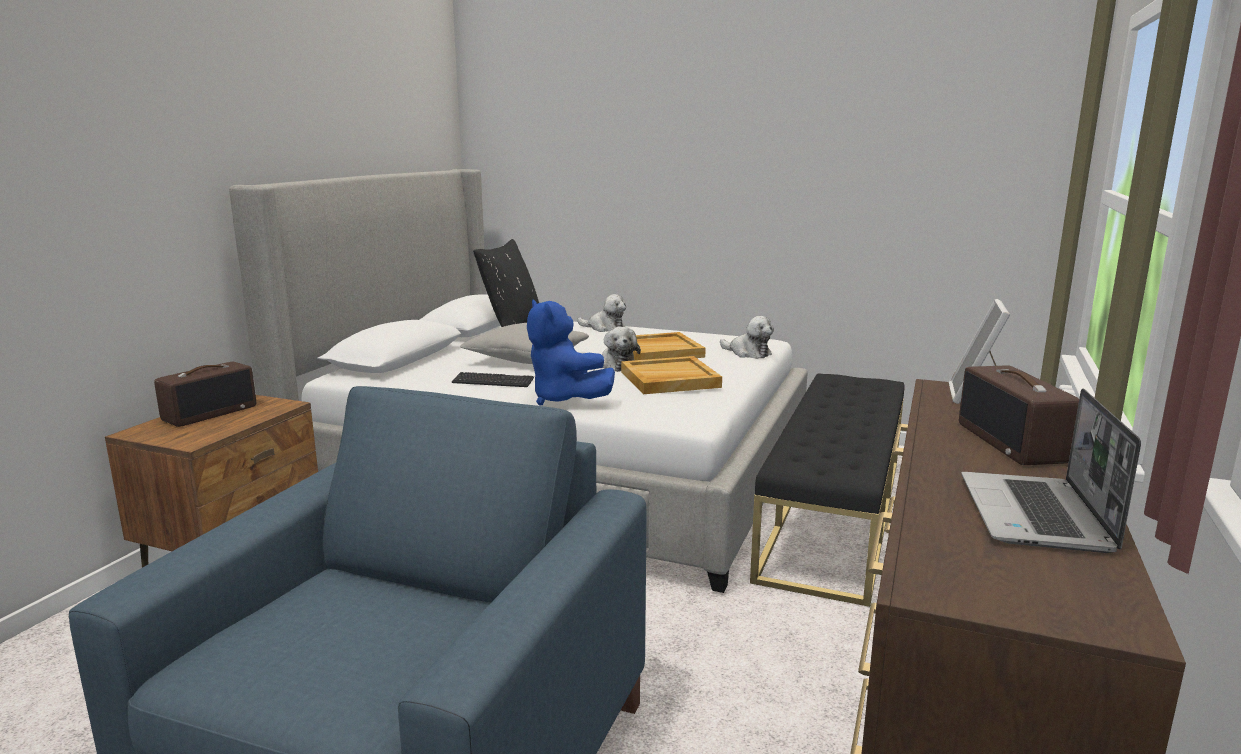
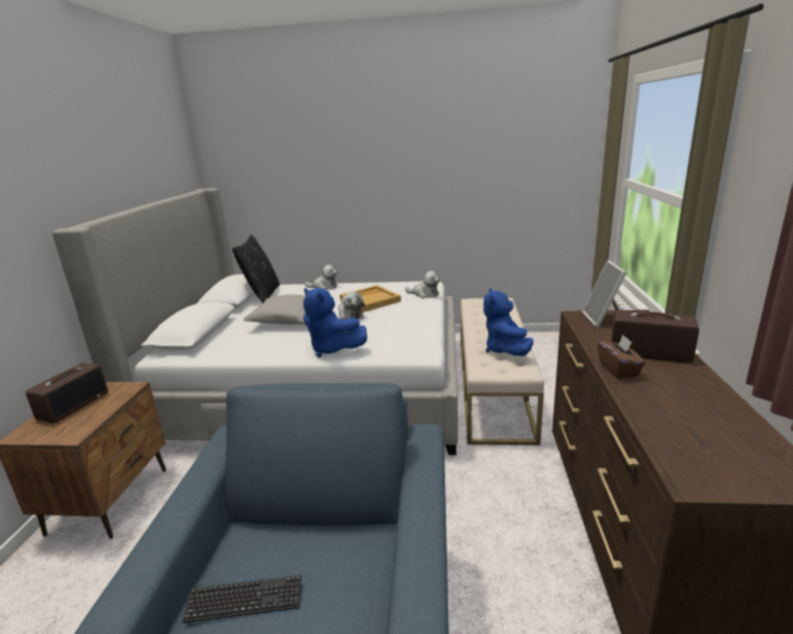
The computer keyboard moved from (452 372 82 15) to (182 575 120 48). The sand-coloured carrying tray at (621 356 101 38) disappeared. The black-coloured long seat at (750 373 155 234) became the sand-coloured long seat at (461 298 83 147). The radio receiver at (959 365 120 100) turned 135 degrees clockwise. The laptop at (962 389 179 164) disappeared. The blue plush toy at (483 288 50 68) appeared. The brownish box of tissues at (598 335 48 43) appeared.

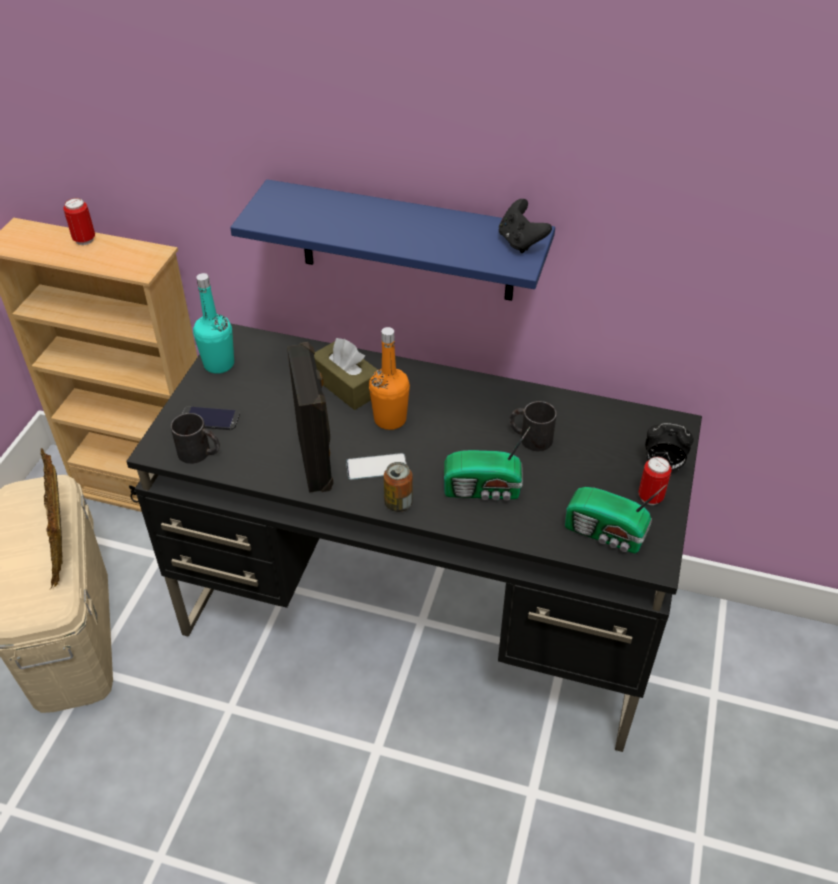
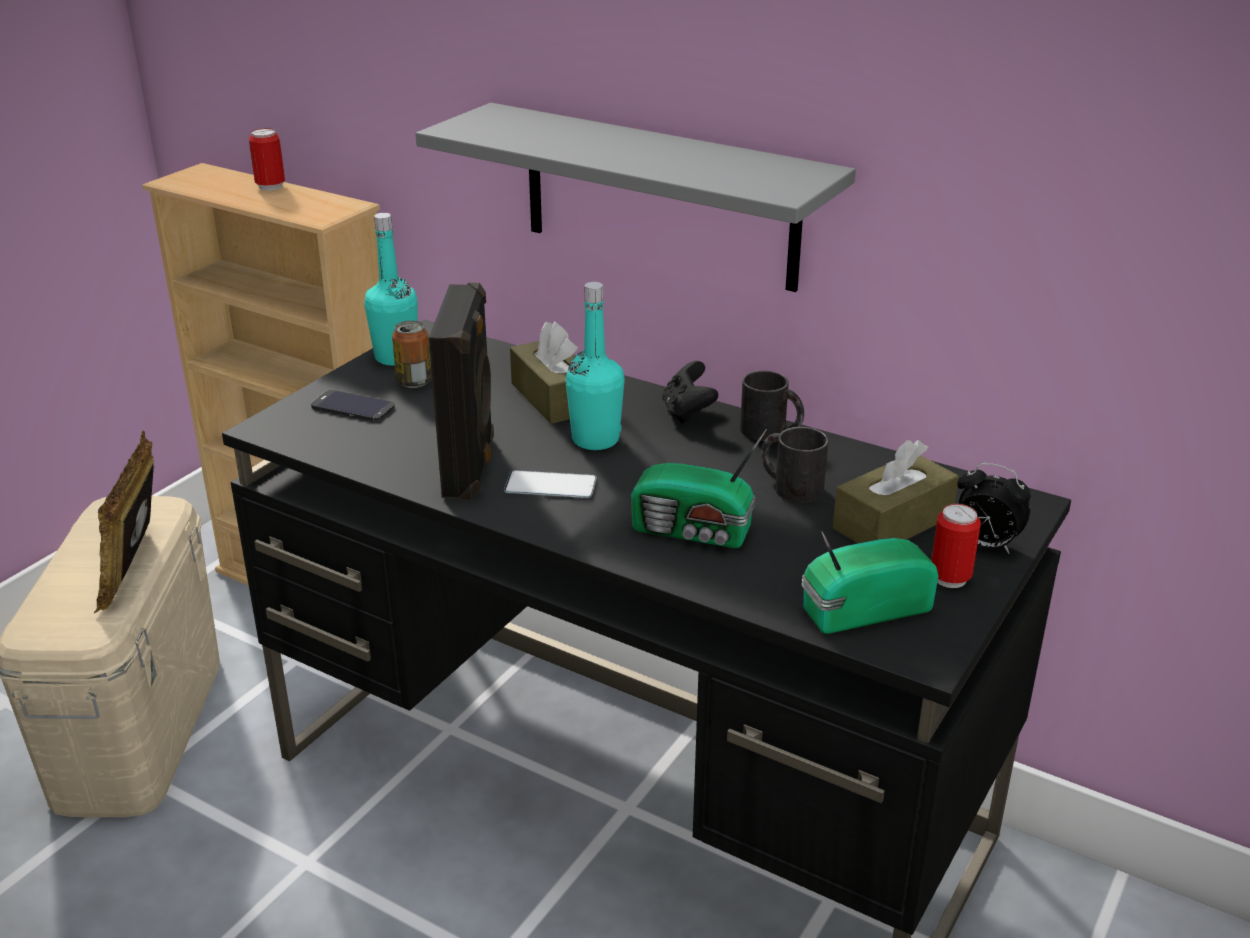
The black-coloured tea mug moved from (171 413 49 51) to (740 371 64 70). The blue shelf at (230 179 325 122) became the gray shelf at (416 103 440 189). The orange beverage bottle at (369 327 41 103) became the blue-green beverage bottle at (565 282 60 168). The metal can moved from (384 462 29 50) to (392 321 39 67). The black-coloured game controller moved from (499 199 53 54) to (662 361 56 63). The radio receiver at (565 484 102 69) turned 120 degrees clockwise. The brownish box of tissues at (833 440 126 103) appeared.

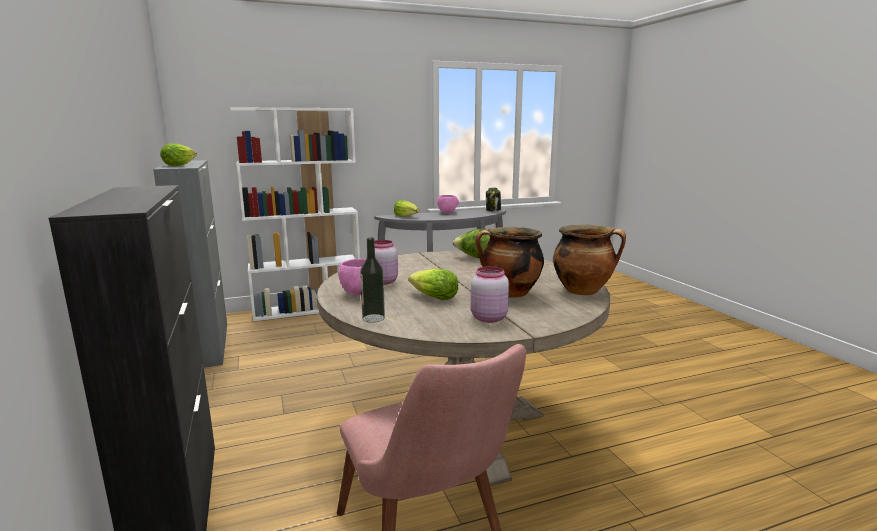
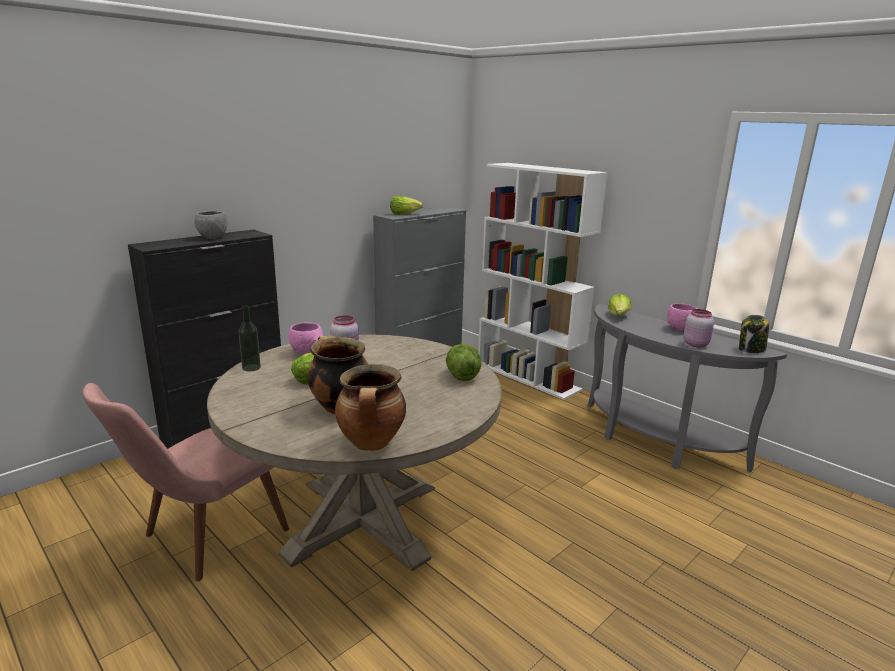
The pink-coloured preserve jar moved from (470 266 39 57) to (683 309 31 38). The gray deep dish at (195 211 33 28) appeared.

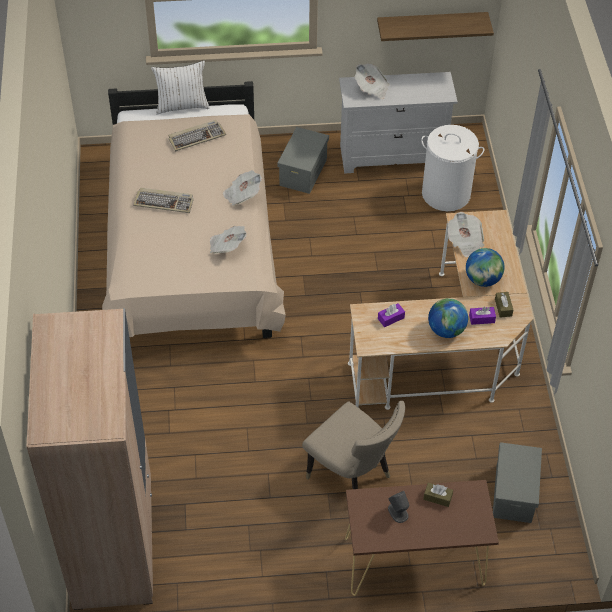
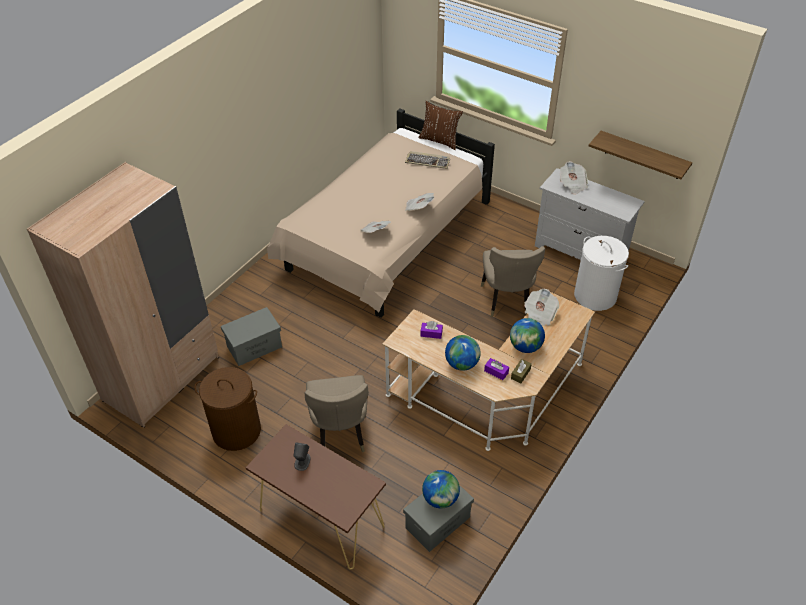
The computer keyboard at (133 188 61 25) disappeared. The white-coloured pillow at (151 61 59 53) became the brownish pillow at (419 101 44 49). The gray storage container moved from (277 127 52 67) to (221 307 61 59). The brownish box of tissues at (423 483 30 24) disappeared. The brownish laundry basket at (195 367 66 84) appeared. The globe at (422 470 38 39) appeared. The sand-coloured upright chair at (481 246 64 72) appeared.

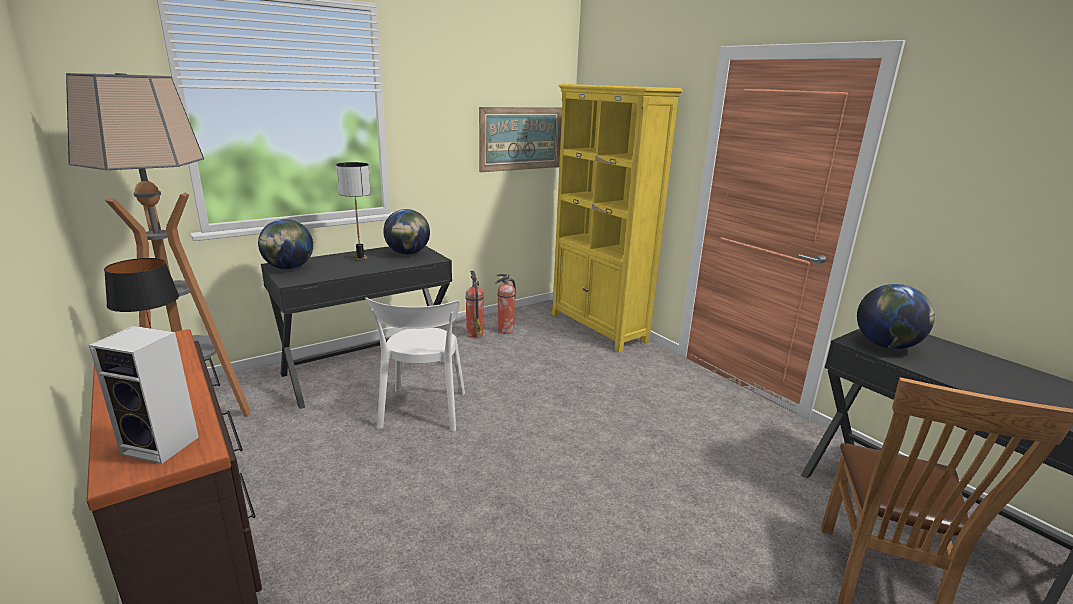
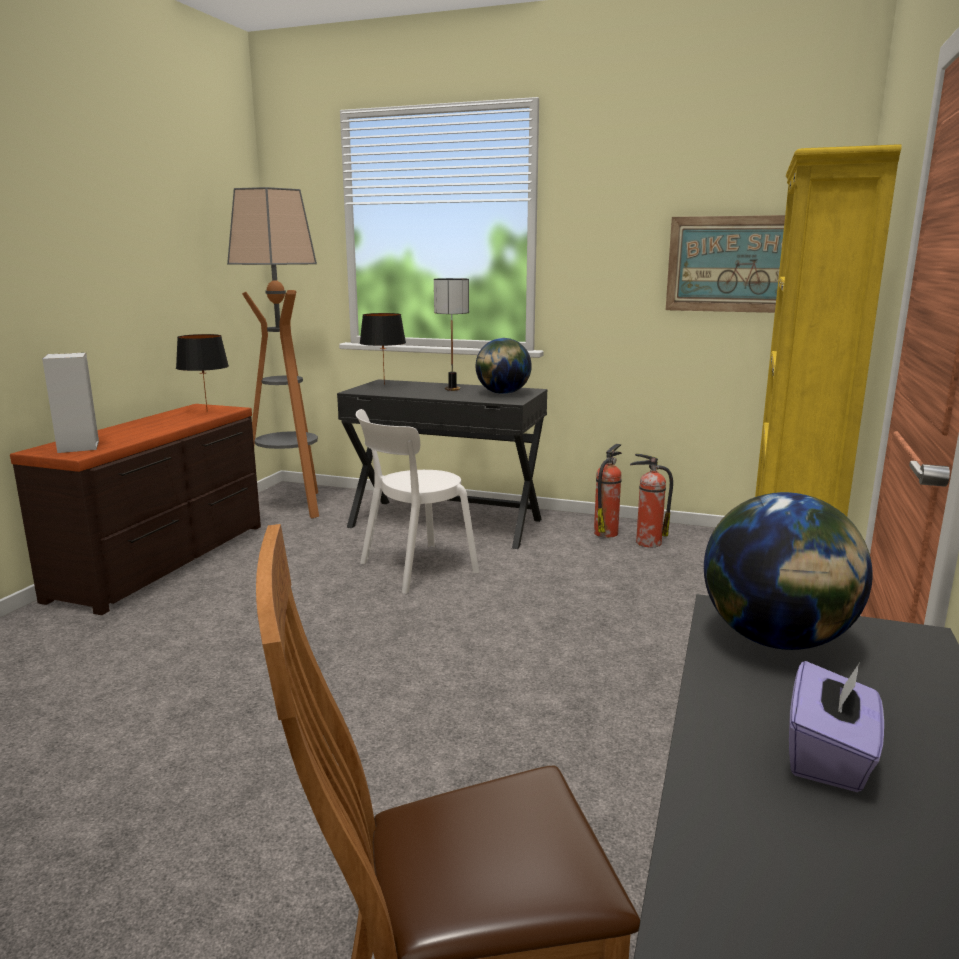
The globe at (258 219 55 50) was replaced by the black-coloured table lamp at (360 313 46 72). The purple-coloured box of tissues at (789 661 95 131) appeared.

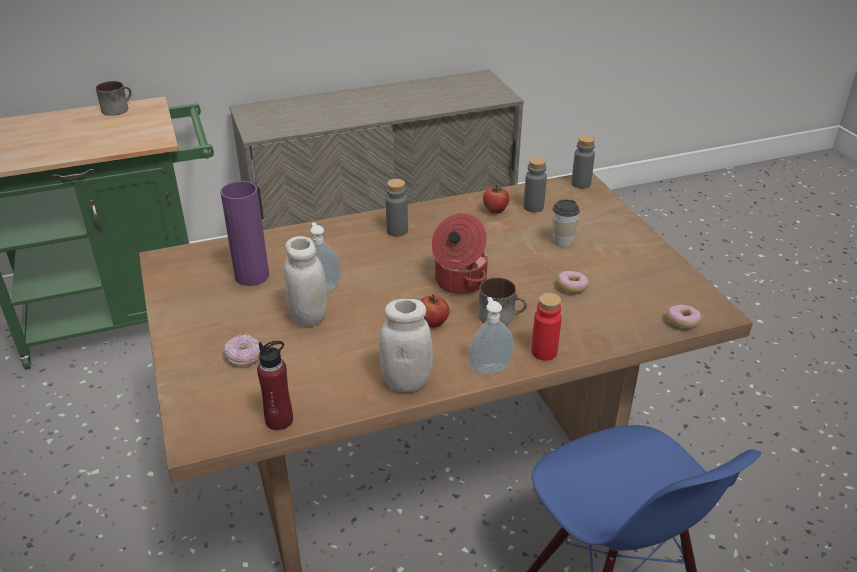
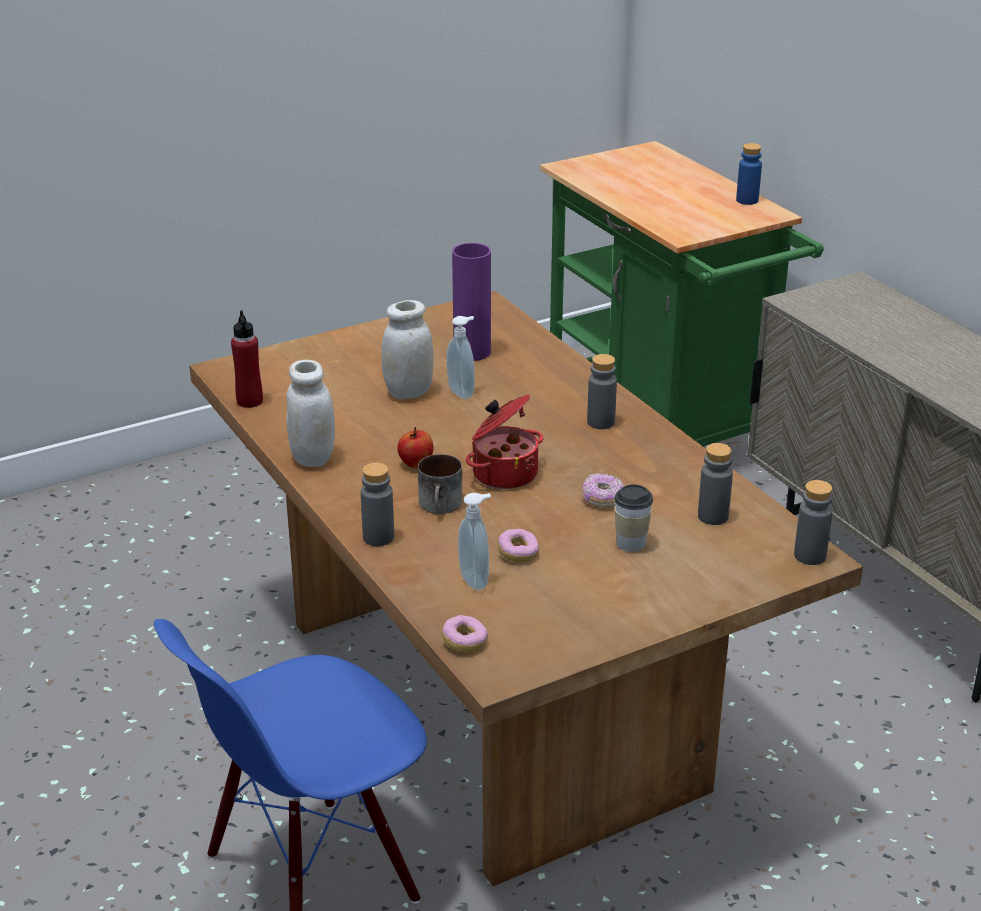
The tea mug at (96 81 36 35) was replaced by the blue beverage bottle at (736 143 26 62). The doughnut moved from (224 334 36 32) to (582 473 42 34). The soap bottle moved from (469 297 45 78) to (458 493 33 97). The apple fruit at (483 185 26 29) disappeared. The red-coloured beverage bottle at (531 293 31 68) became the gray beverage bottle at (361 463 33 83).

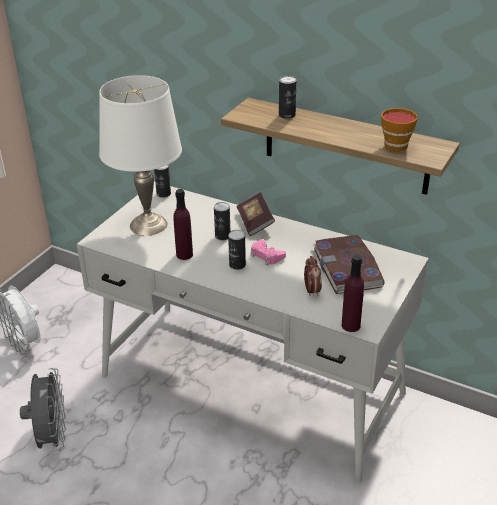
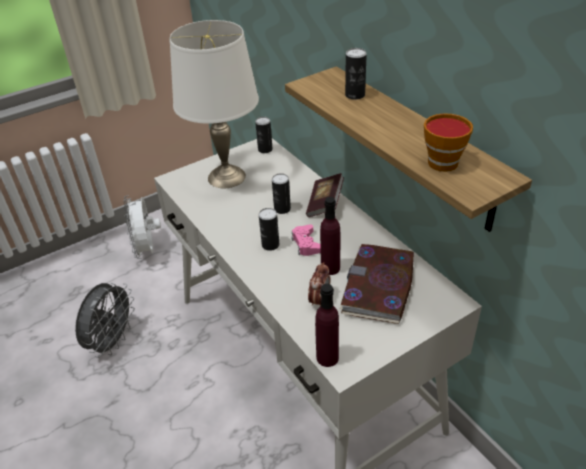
The purple-coloured beverage bottle moved from (173 189 20 71) to (320 197 20 78).

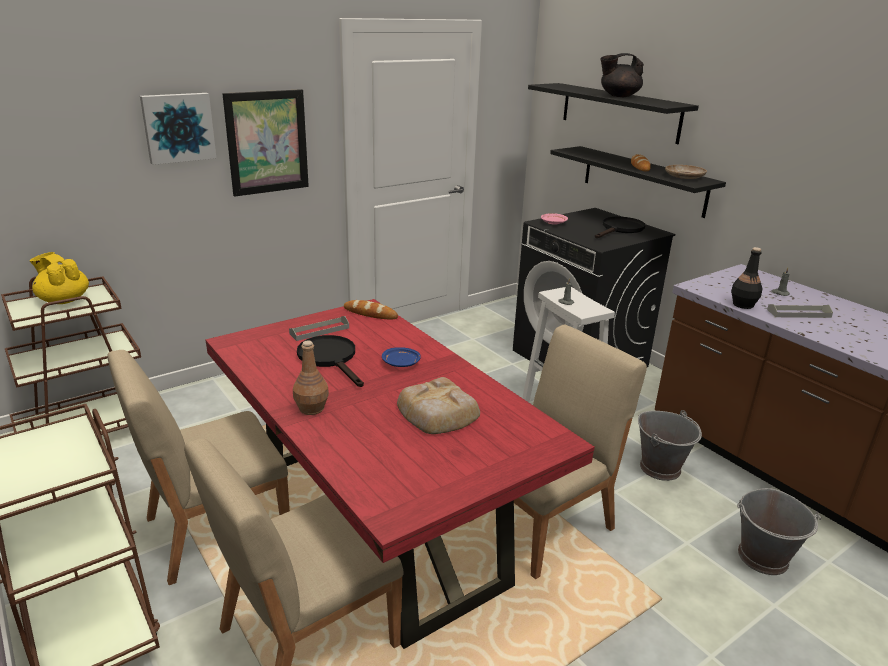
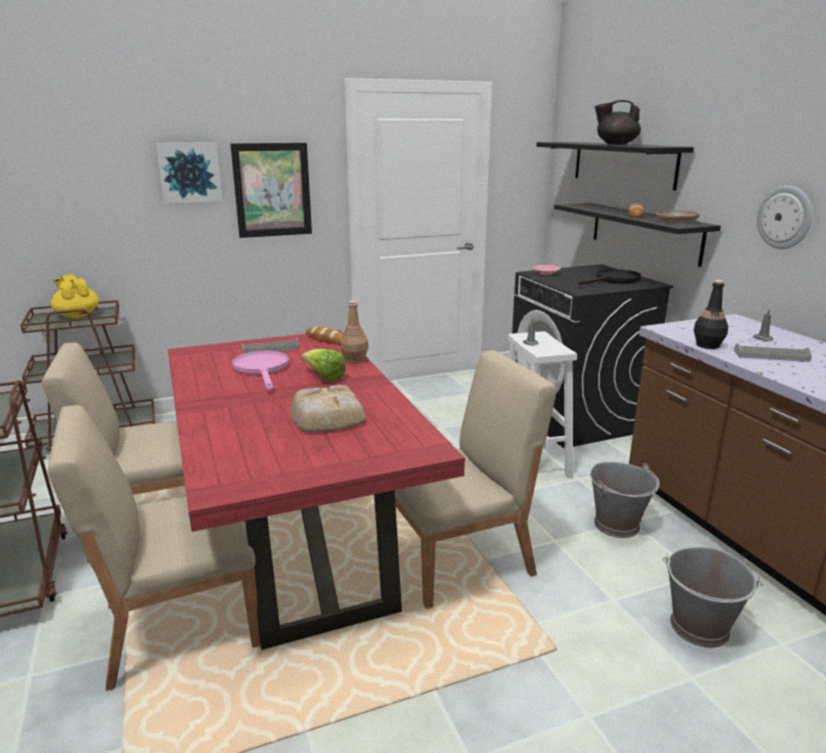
The brownish beverage bottle moved from (293 340 36 75) to (340 300 28 63). The black-coloured pan at (297 335 67 52) became the pink-coloured pan at (232 350 57 41). The blue dinner plate at (382 347 39 20) was replaced by the lettuce head at (302 349 44 33). The clock on the wall at (757 185 55 64) appeared.

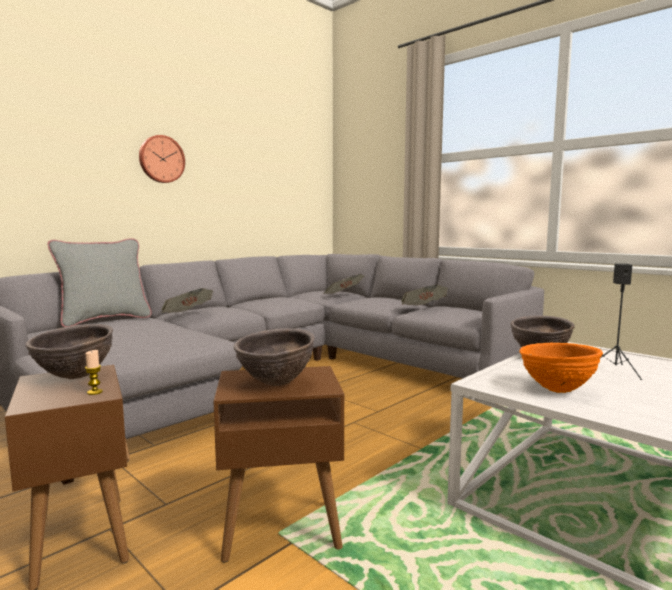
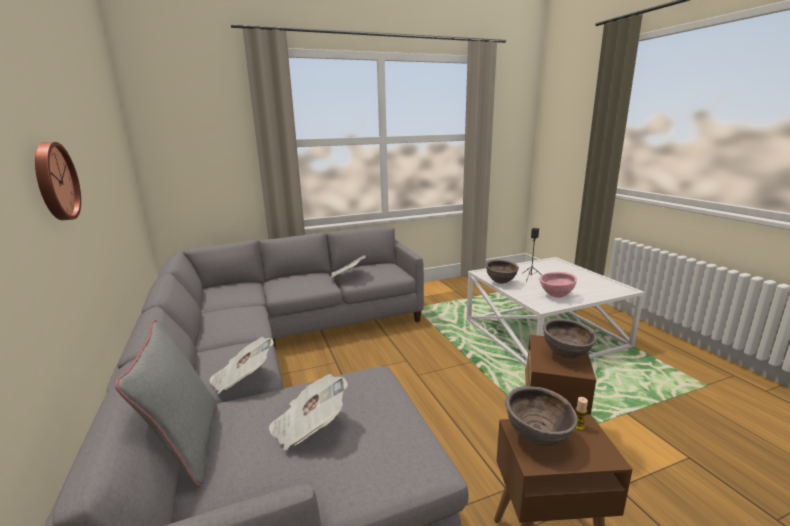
The newspaper moved from (323 274 42 20) to (269 374 79 76). The orange deep dish at (520 343 83 50) became the pink-coloured deep dish at (539 272 38 26).

